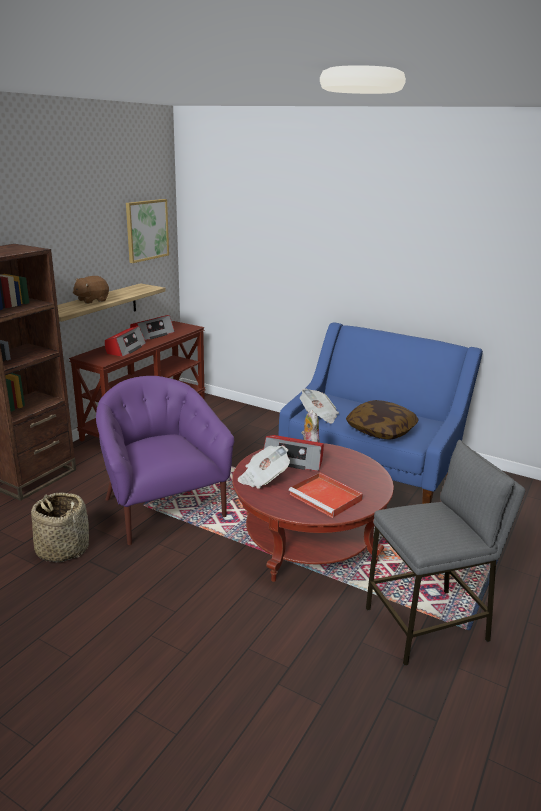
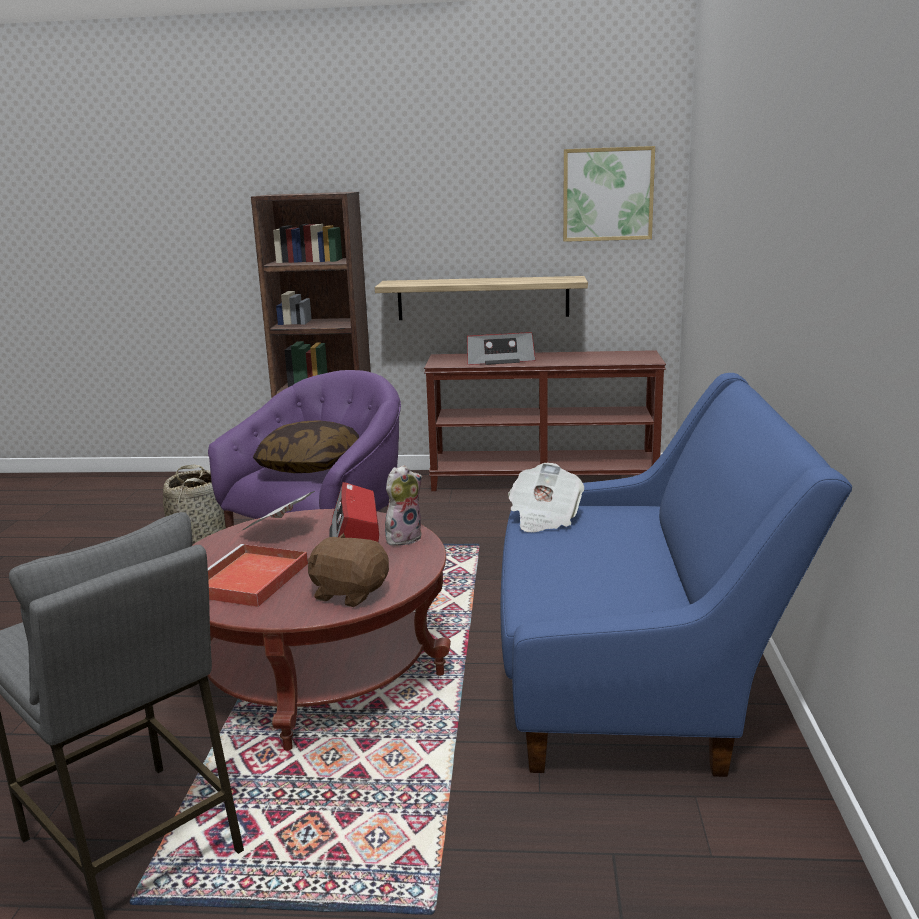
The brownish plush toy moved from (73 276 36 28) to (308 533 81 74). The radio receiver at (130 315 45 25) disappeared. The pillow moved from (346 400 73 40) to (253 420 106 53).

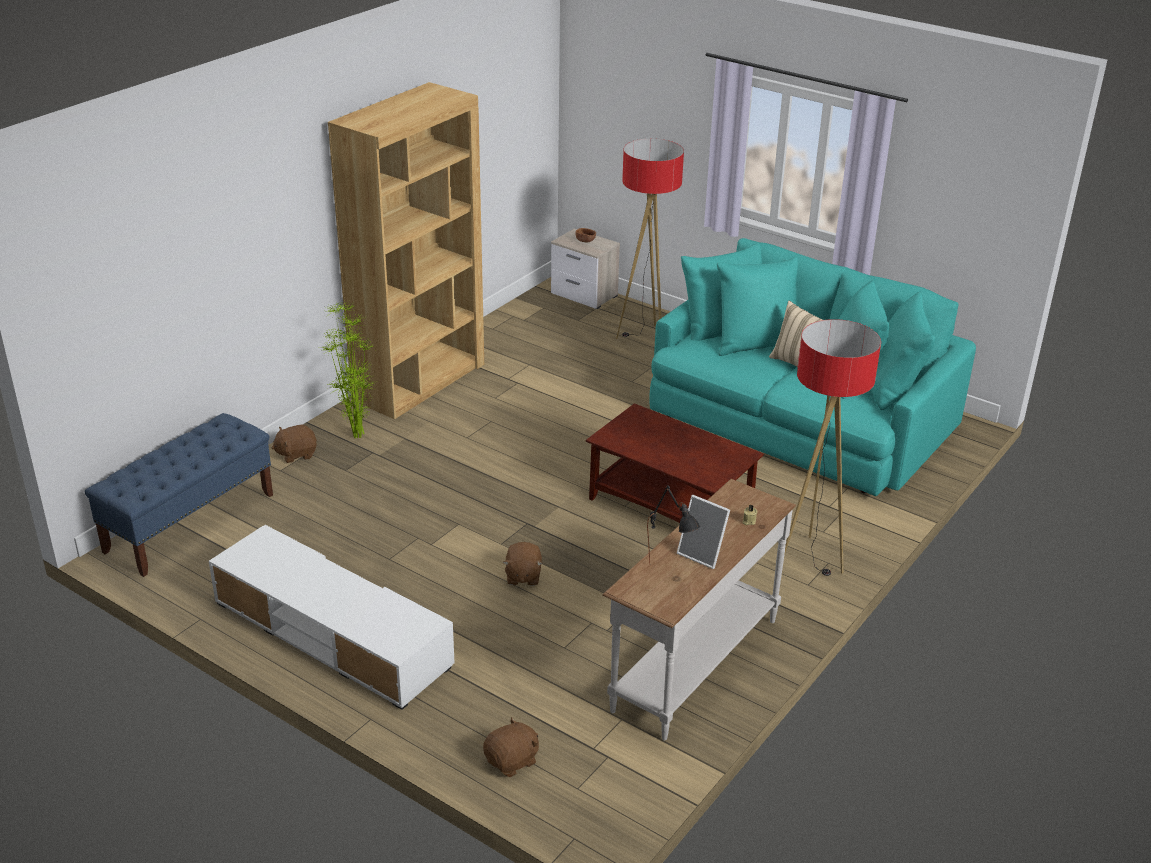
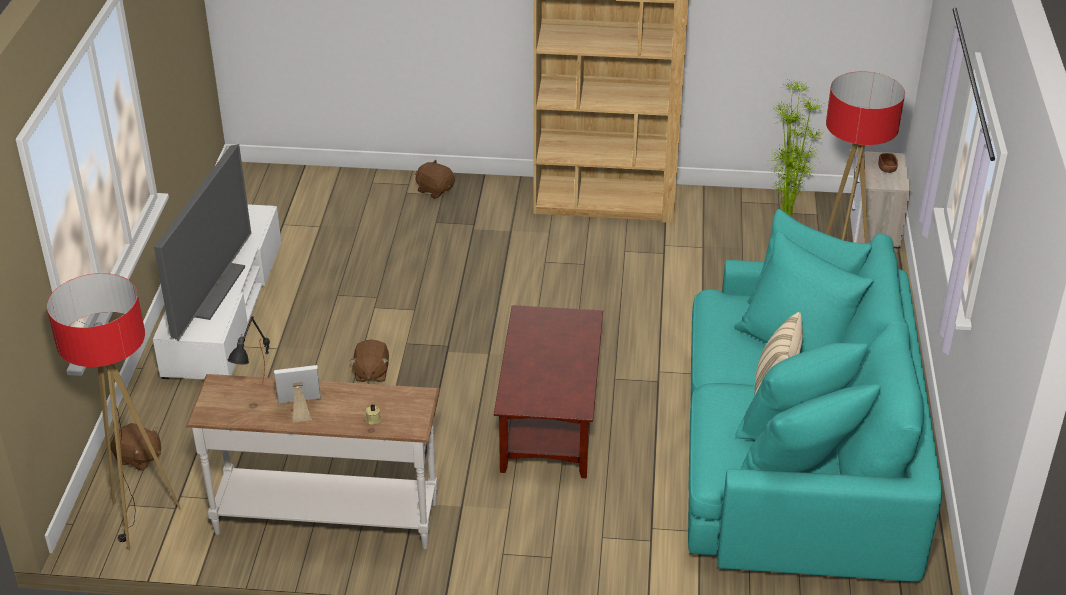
The blue long seat at (85 413 188 164) disappeared. The plant in a pot moved from (320 301 55 137) to (771 80 54 135). The brownish plush toy at (503 542 40 44) turned 60 degrees counterclockwise. The photo frame at (677 495 53 74) turned 75 degrees clockwise. The standing lamp moved from (784 319 97 257) to (47 273 134 277). The TV at (154 144 97 197) appeared.

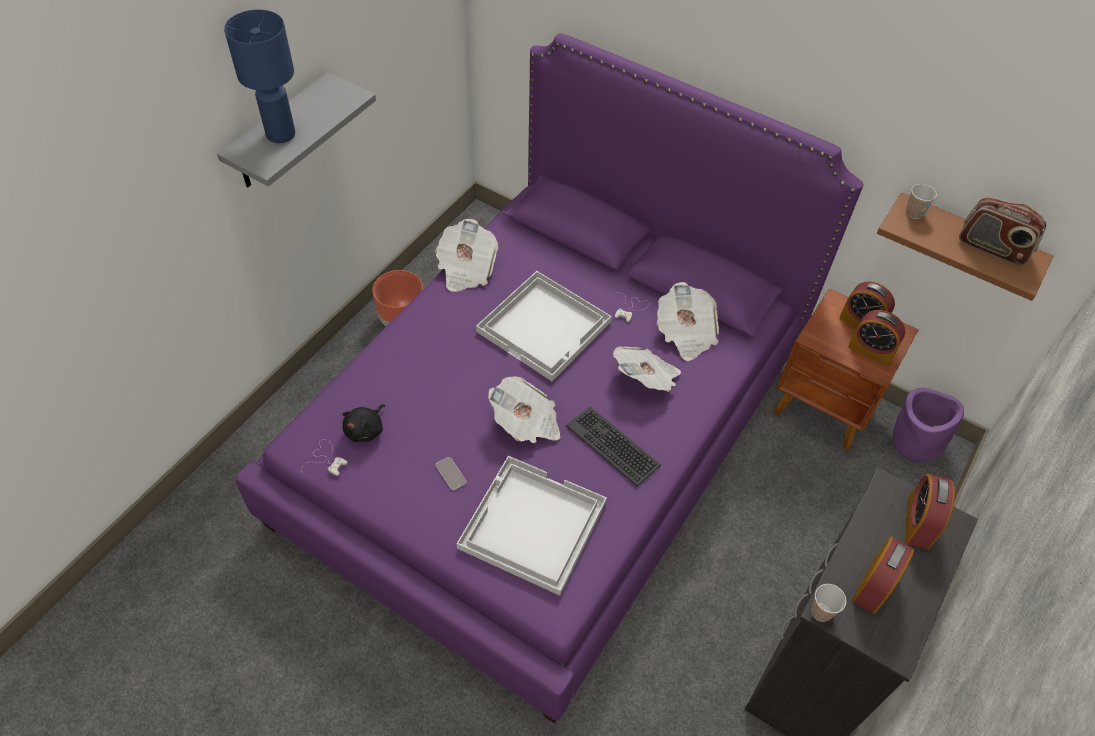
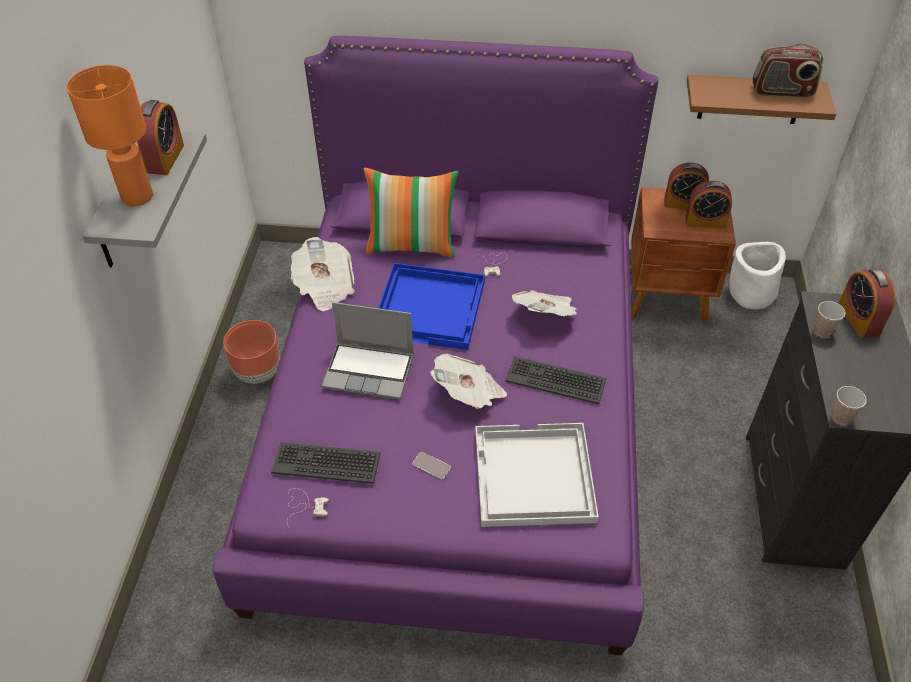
The blue table lamp at (224 9 71 134) became the orange table lamp at (67 65 86 141). The black-coloured plush toy at (342 404 43 38) was replaced by the computer keyboard at (271 442 110 42). The white-coloured carrying tray at (476 271 136 110) became the blue carrying tray at (378 263 107 87). The newspaper at (656 282 63 79) disappeared. The table clock moved from (852 536 62 78) to (137 100 47 75). The purple-coloured plant pot at (893 388 71 75) became the white-coloured plant pot at (730 242 56 67). The small cup moved from (906 184 31 35) to (814 301 31 36). The laptop at (322 302 92 98) appeared. The pillow at (364 168 94 90) appeared.

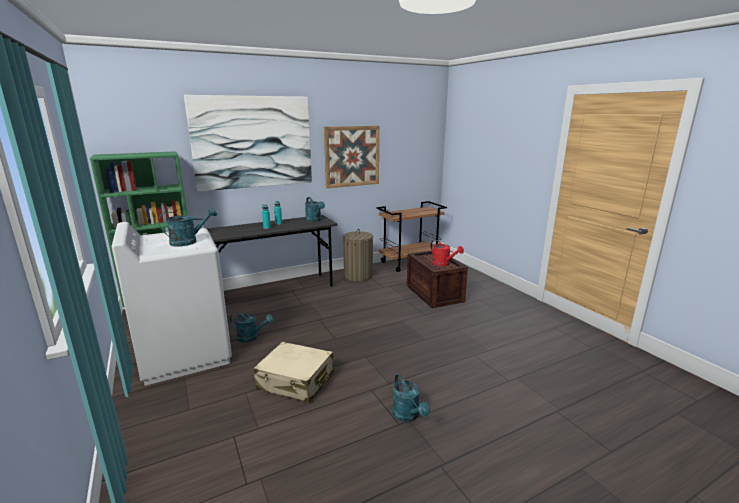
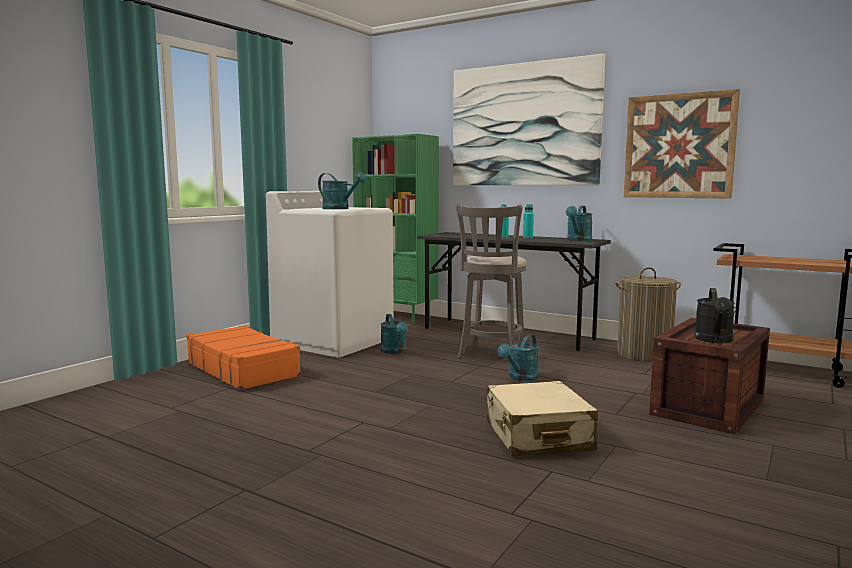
The sand-coloured suitcase moved from (253 342 81 61) to (487 381 111 75). The blue-green watering pot moved from (392 374 38 48) to (498 334 41 47). The red-coloured watering pot at (430 240 34 26) became the black-coloured watering pot at (694 288 41 55). The orange suitcase at (186 325 115 65) appeared. The gray sitting stool at (456 204 71 155) appeared.

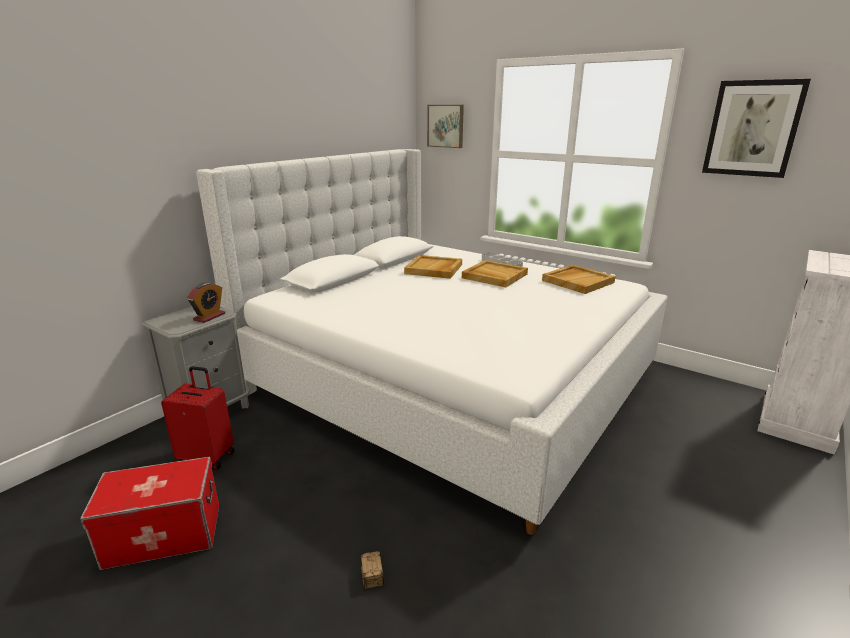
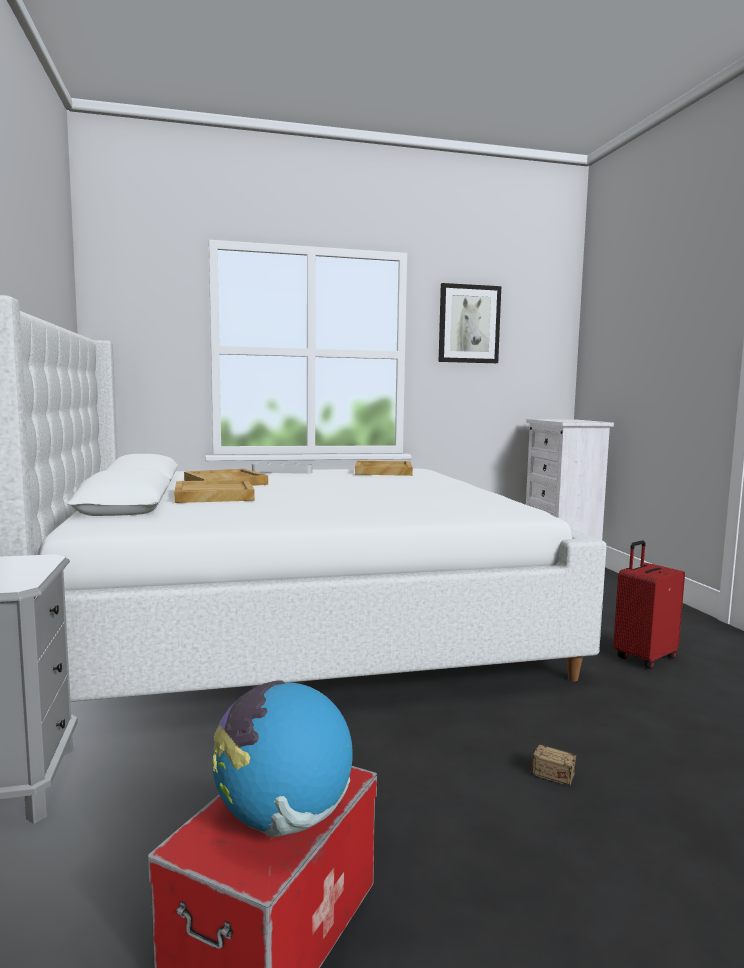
The red-coloured suitcase moved from (161 366 74 104) to (613 540 72 129). The table clock at (187 282 38 41) disappeared. The wall picture at (427 105 37 43) disappeared. The sand-coloured carrying tray moved from (462 260 66 27) to (174 480 81 23). The globe at (212 680 141 157) appeared.

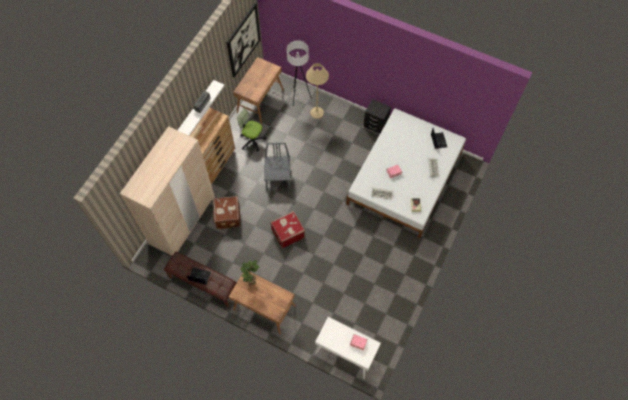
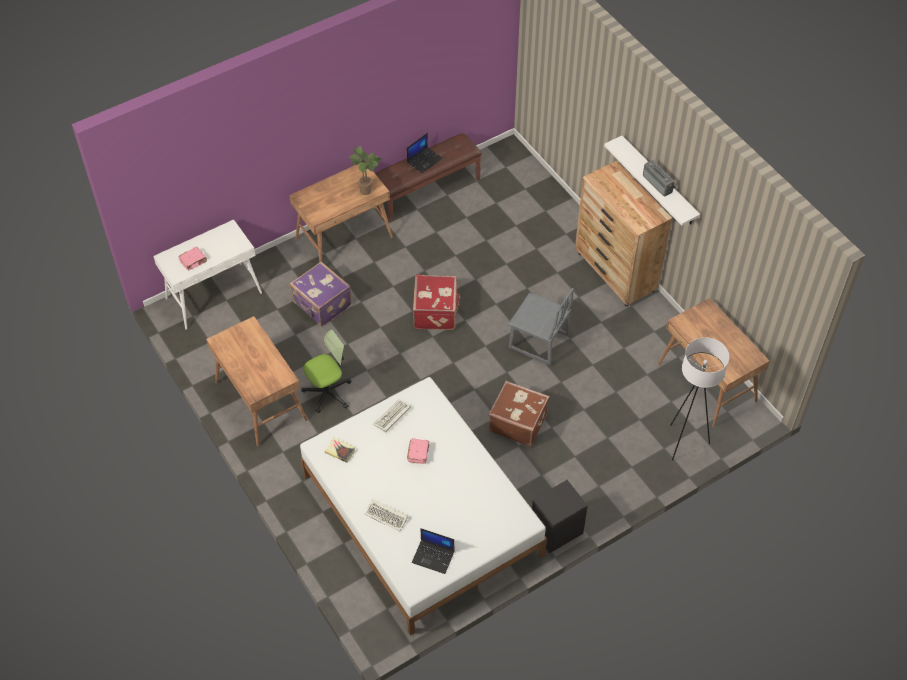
The sand-coloured clothes cupboard at (120 126 95 130) disappeared. The brownish suitcase moved from (213 196 28 33) to (488 381 62 66). The wall picture at (226 3 34 74) disappeared. The computer chair moved from (237 109 29 43) to (301 329 50 84). The sand-coloured standing lamp at (306 63 23 56) disappeared. The brownish desk table at (206 316 101 130) appeared. The purple-coloured suitcase at (290 262 62 65) appeared.

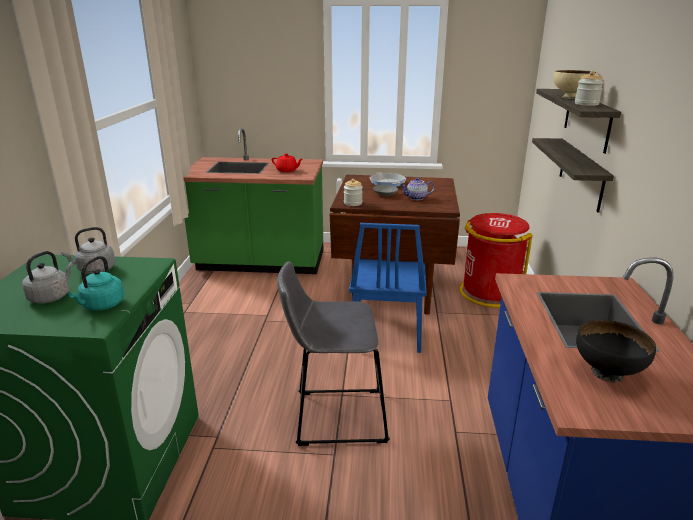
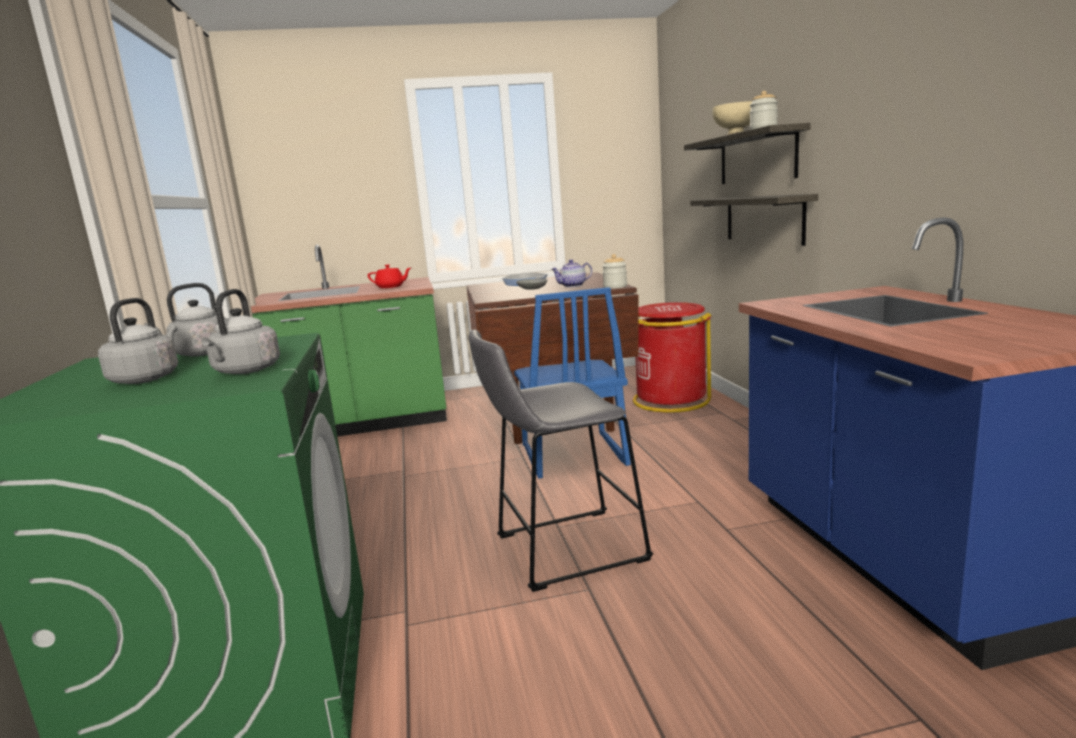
The blue-green water kettle at (69 256 55 54) became the gray water kettle at (201 289 79 85). The preserve jar moved from (344 179 19 27) to (602 254 25 34). The black-coloured deep dish at (576 320 80 62) disappeared.

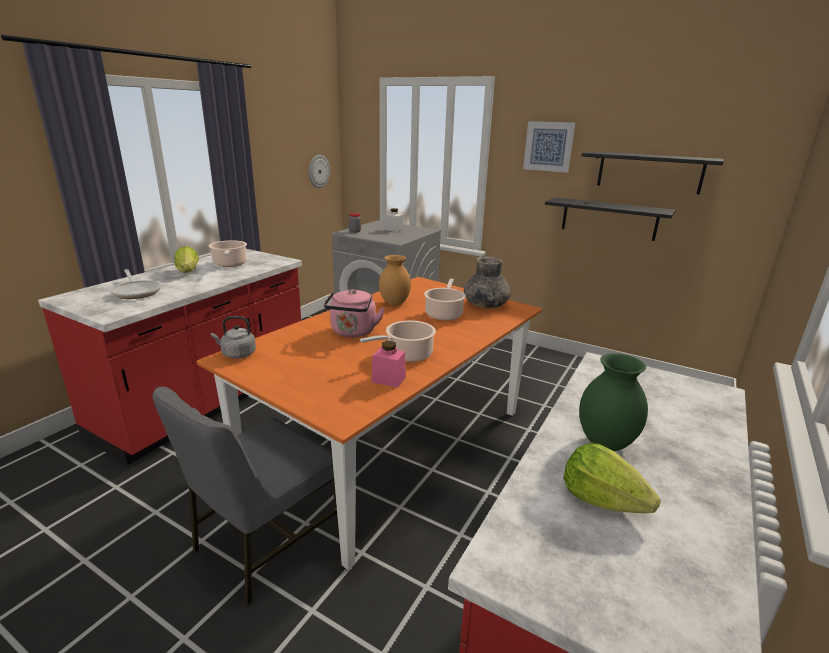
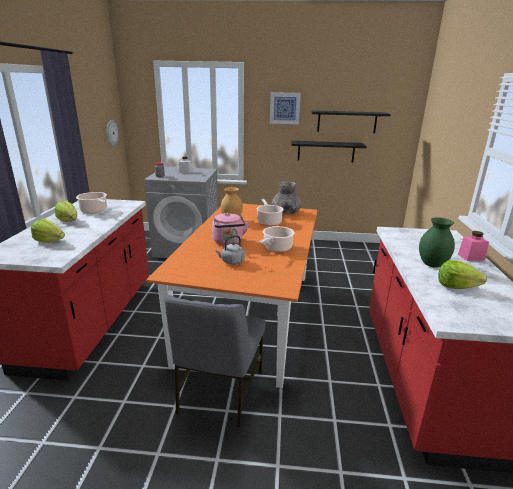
The pan at (111 269 50 30) was replaced by the lettuce head at (31 219 34 24). The gray water kettle moved from (211 316 45 43) to (216 235 29 30). The pink-coloured preserve jar moved from (371 341 35 47) to (458 231 31 30).

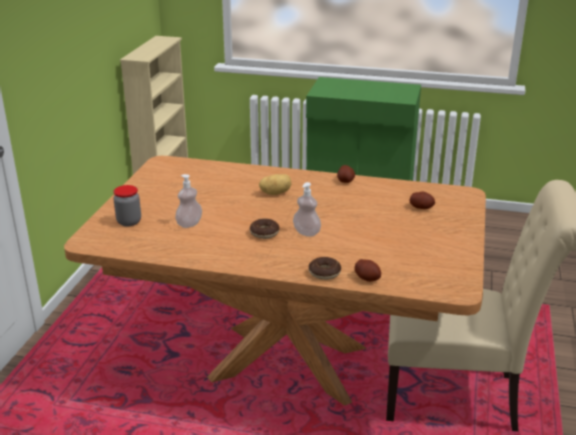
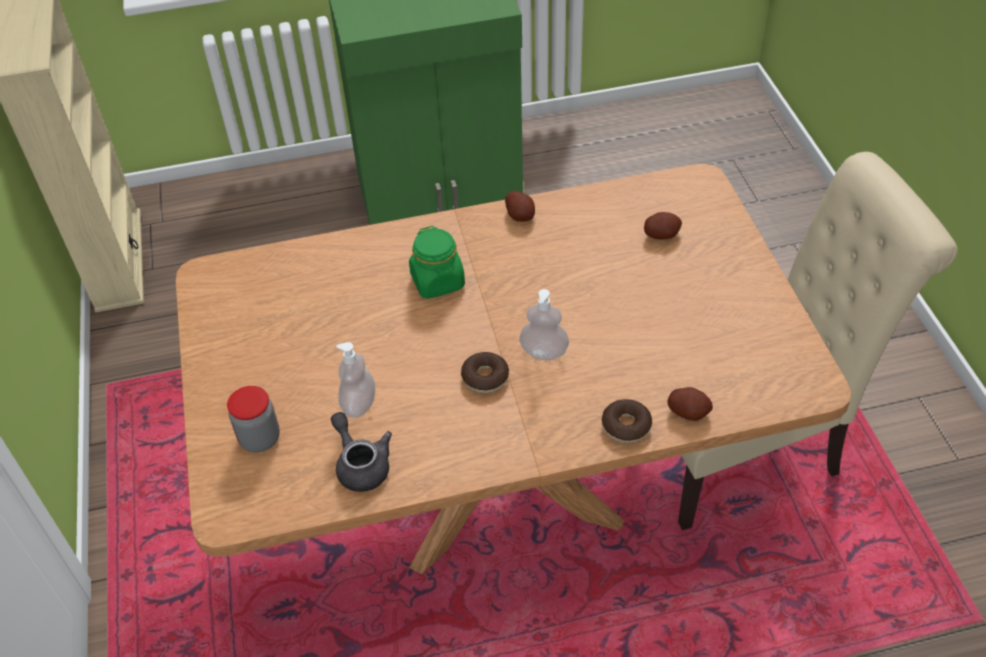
The potato at (259 174 32 21) was replaced by the greenish preserve jar at (409 226 56 73). The gray teapot at (331 412 61 80) appeared.

